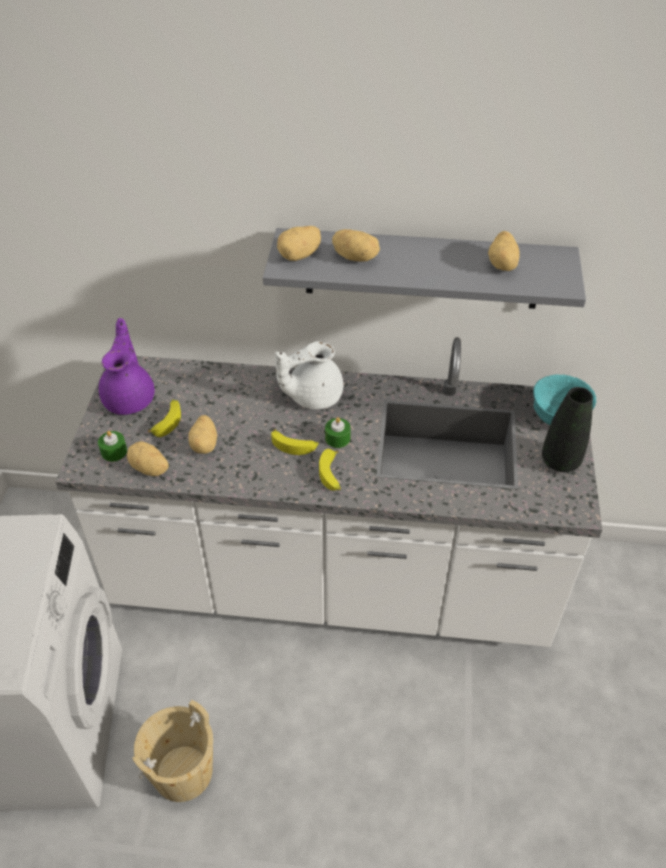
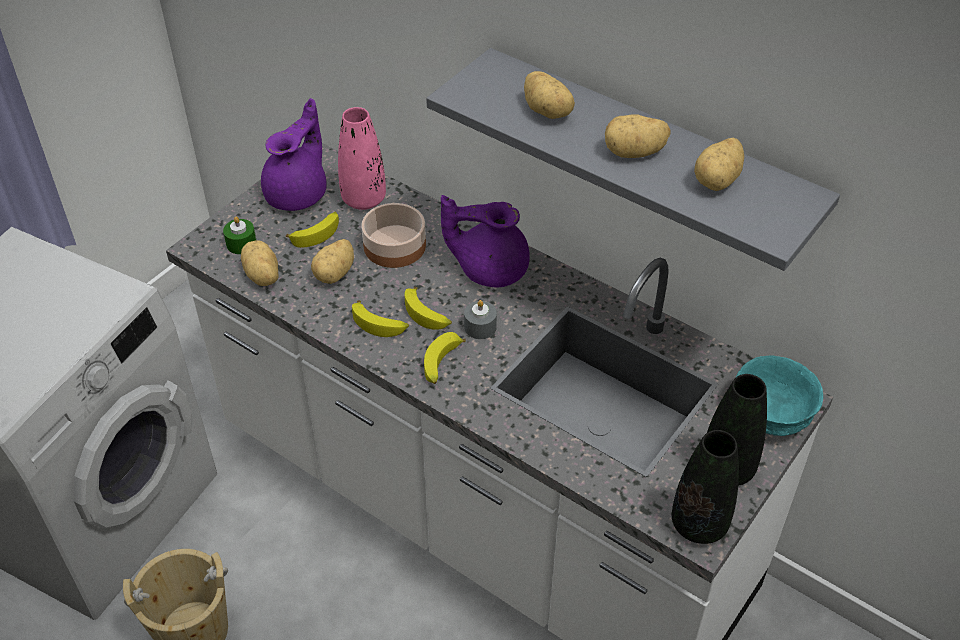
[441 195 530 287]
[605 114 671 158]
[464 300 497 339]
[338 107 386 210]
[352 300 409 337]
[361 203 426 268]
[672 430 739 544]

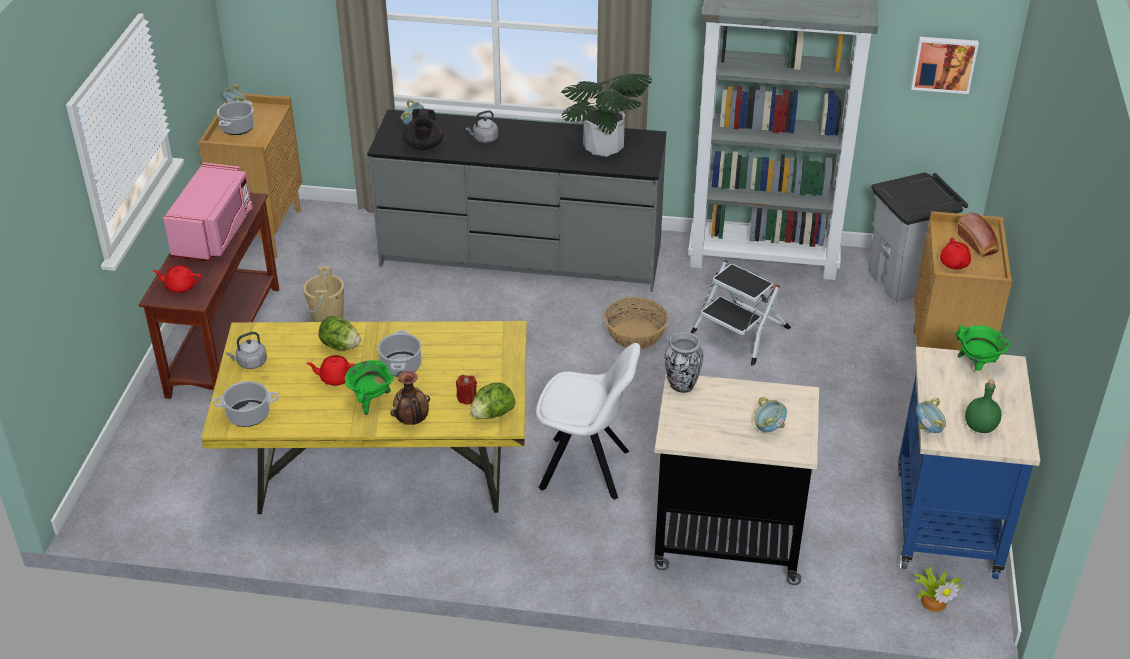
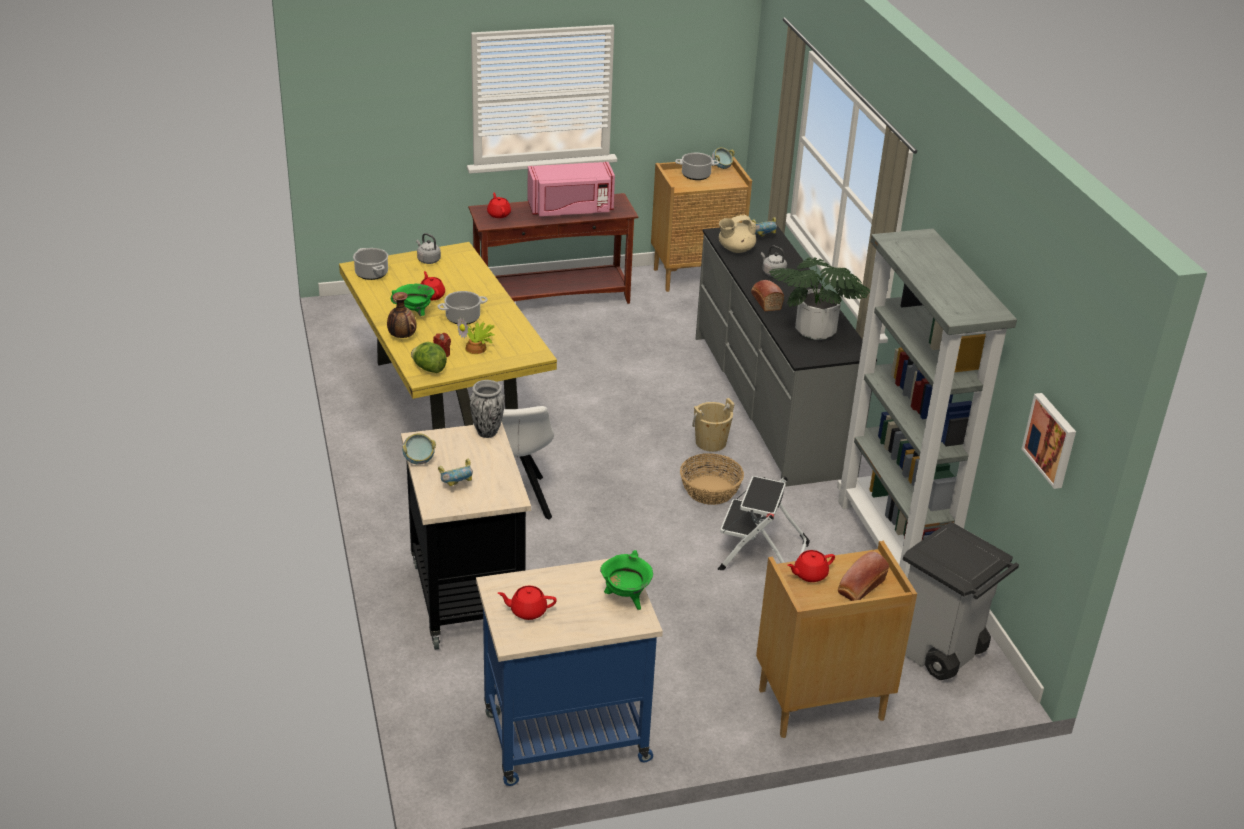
[692 398 735 452]
[319 316 361 350] (first image)
[719 215 756 253]
[457 317 495 354]
[402 433 436 465]
[498 586 557 620]
[751 280 784 311]

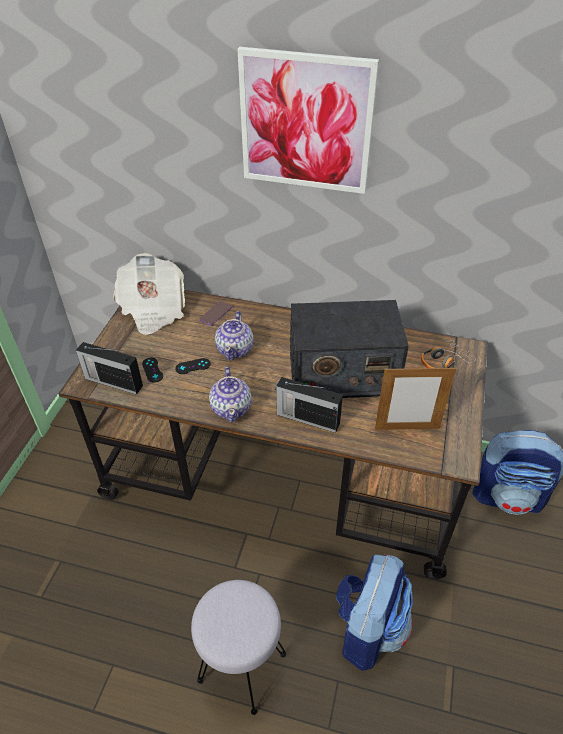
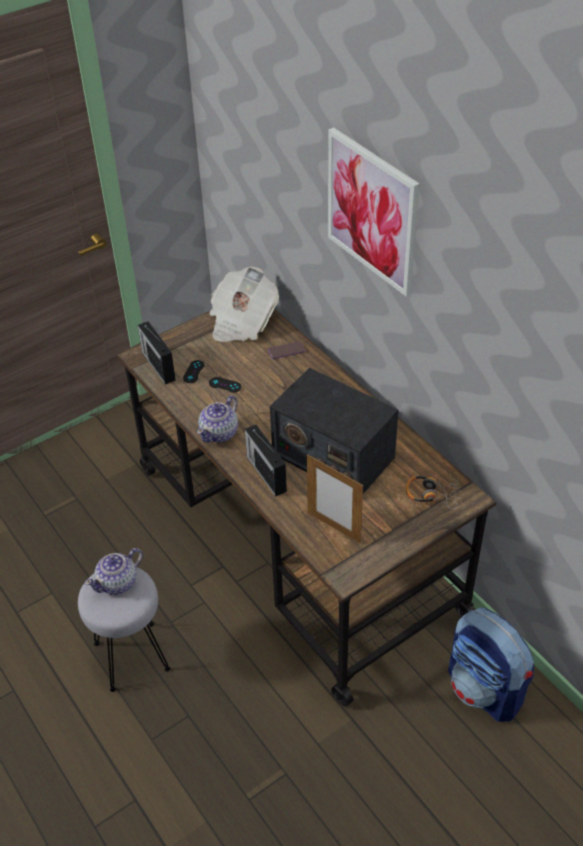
[84 548 143 595]
[336 554 413 671] (first image)

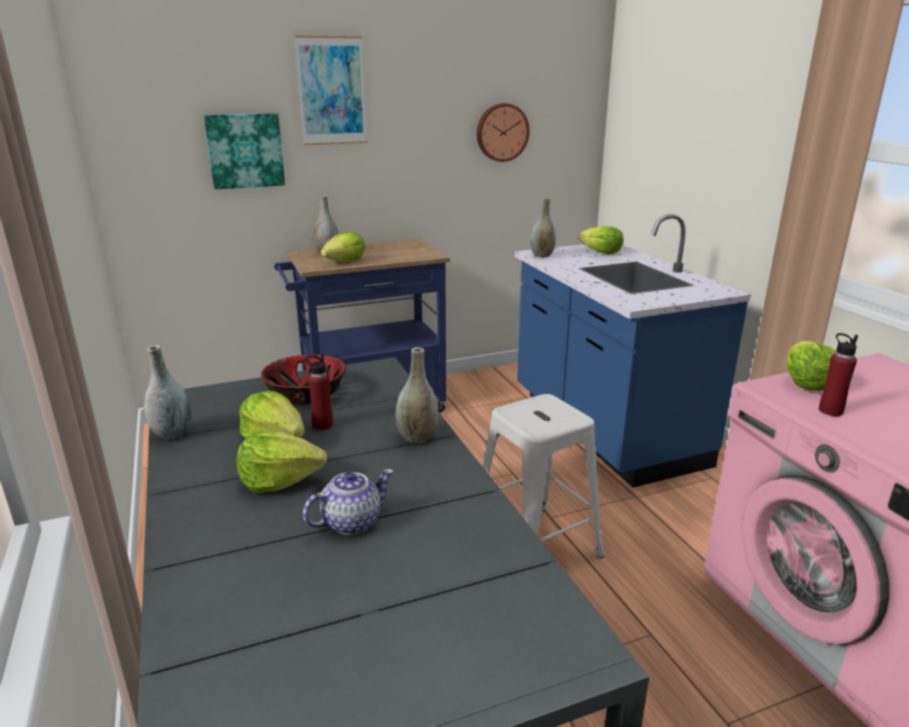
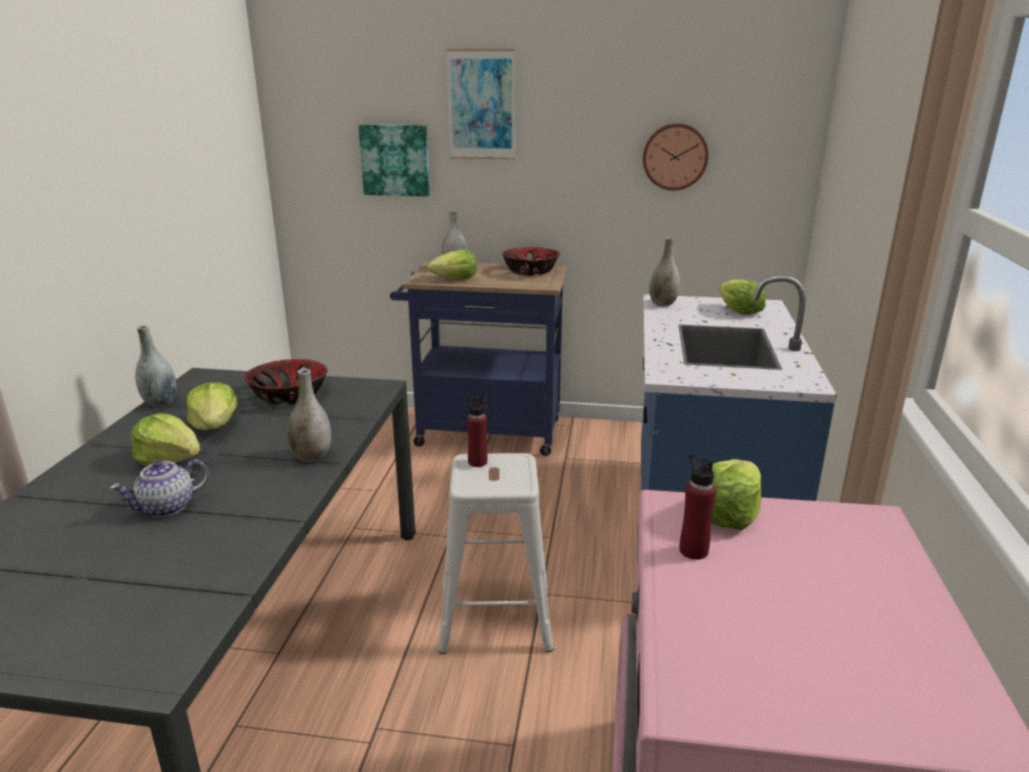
[110 459 209 517]
[466 397 487 467]
[502 247 560 276]

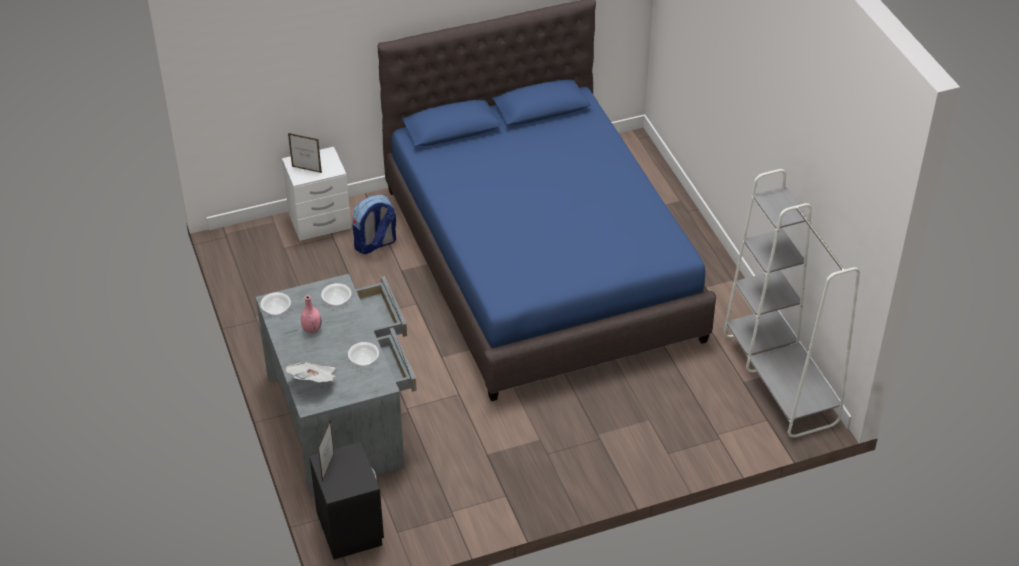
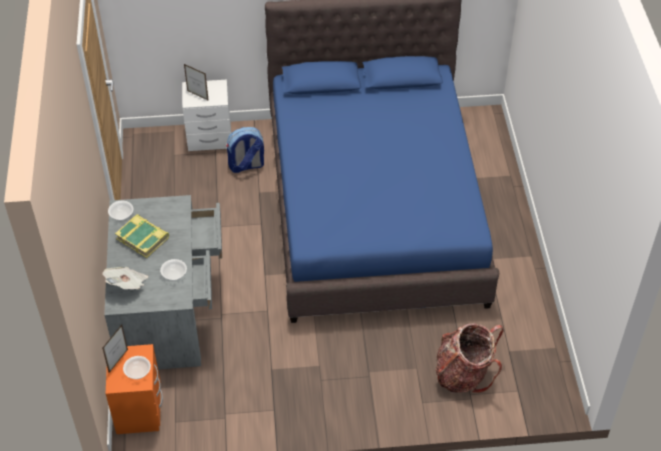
[115 214 169 258]
[106 344 163 434]
[123 356 151 379]
[724 169 860 438] (first image)
[436 323 504 393]

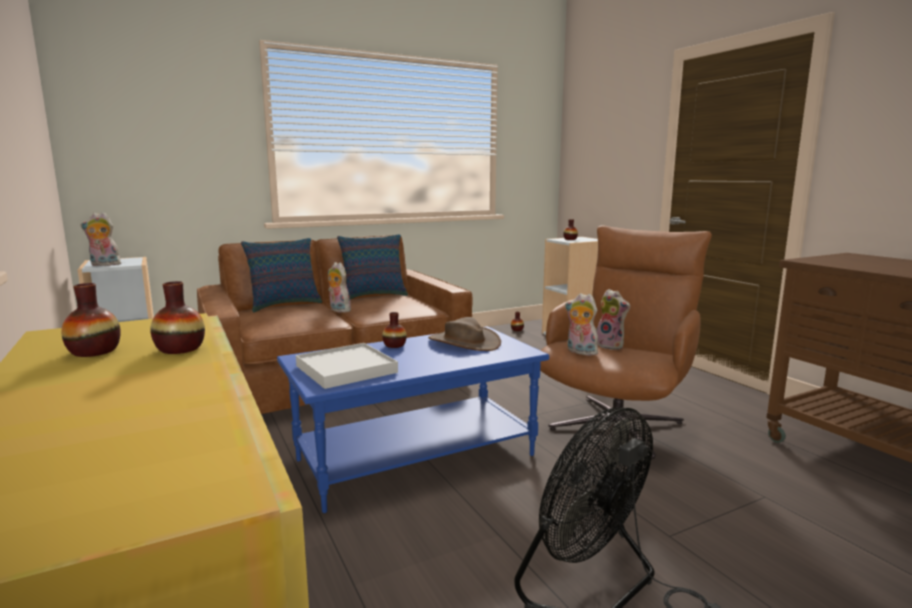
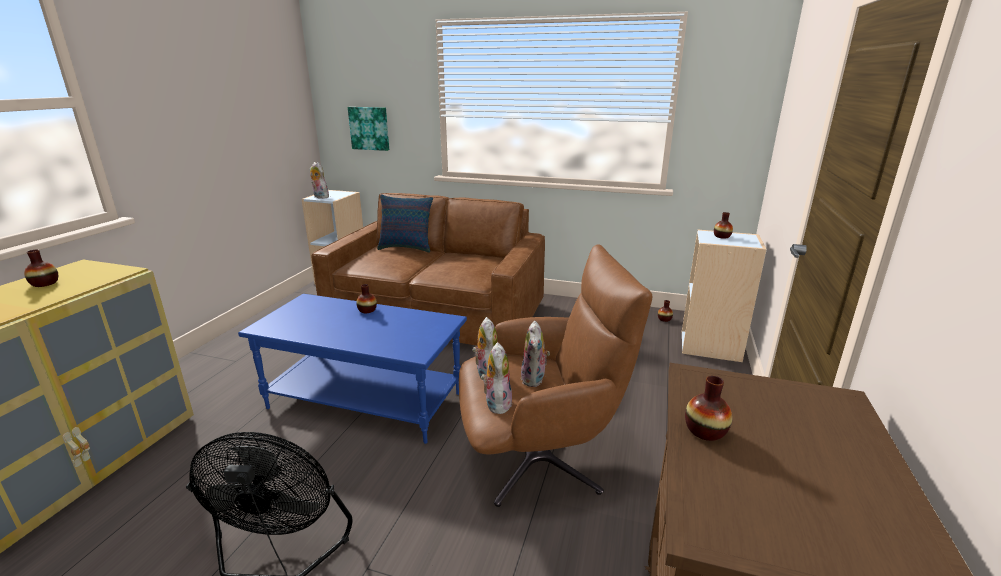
[685 376 732 441]
[296 343 398 389] (first image)
[481 342 512 414]
[337 235 408 299] (first image)
[428 317 501 351] (first image)
[348 107 389 151]

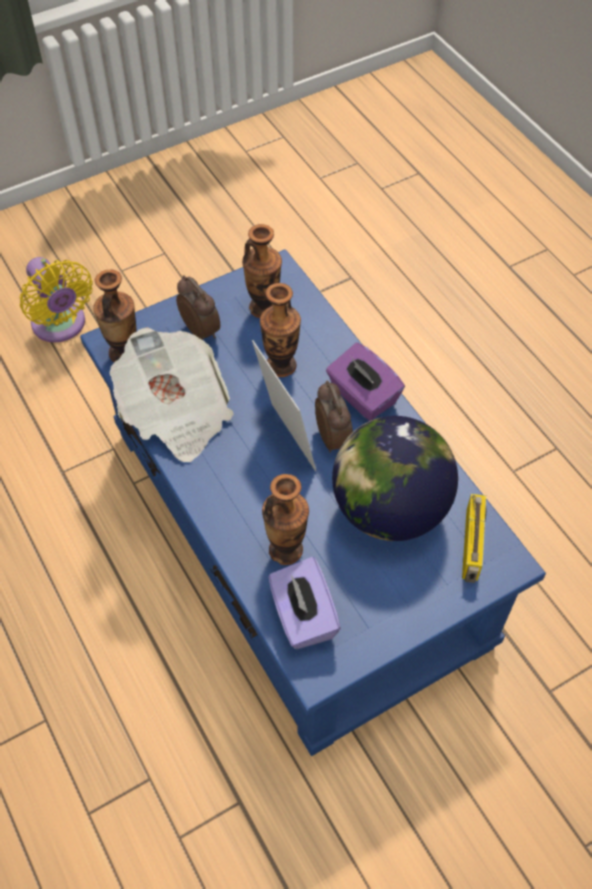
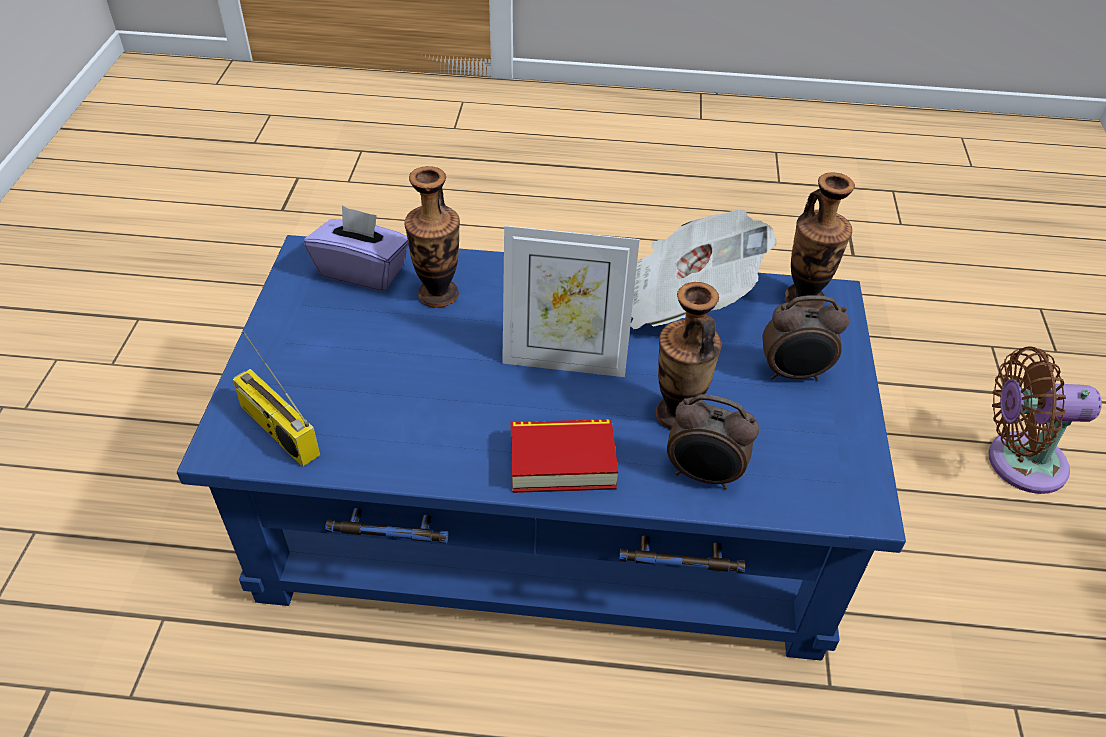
[989 346 1102 494]
[242 224 282 318] (first image)
[667 394 759 489]
[510 419 618 493]
[332 416 458 541] (first image)

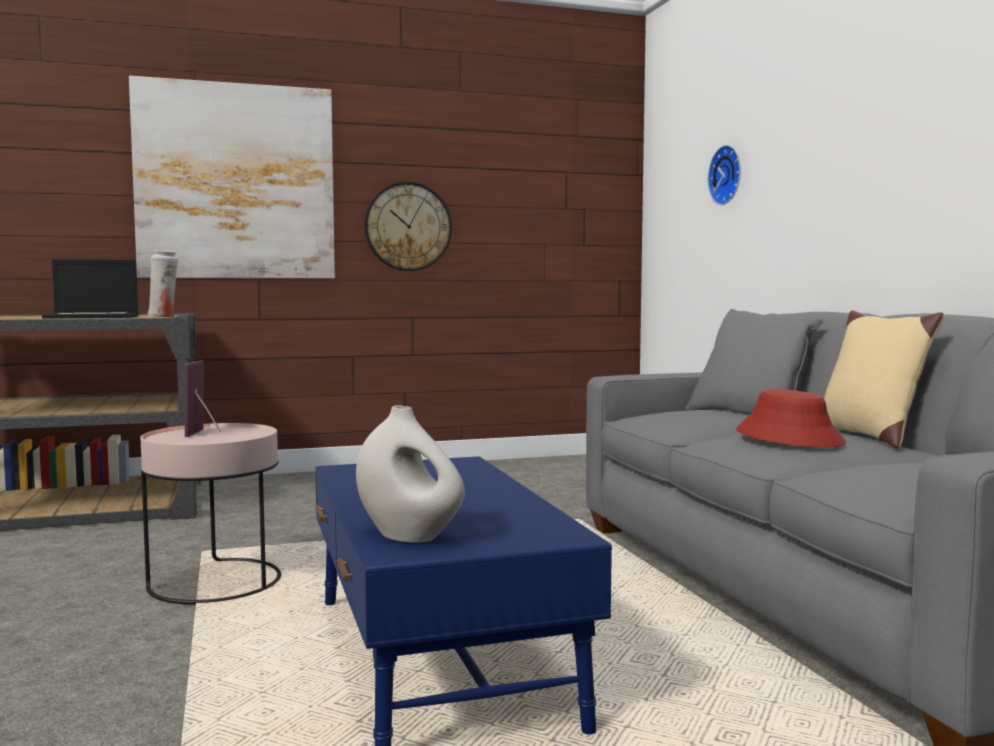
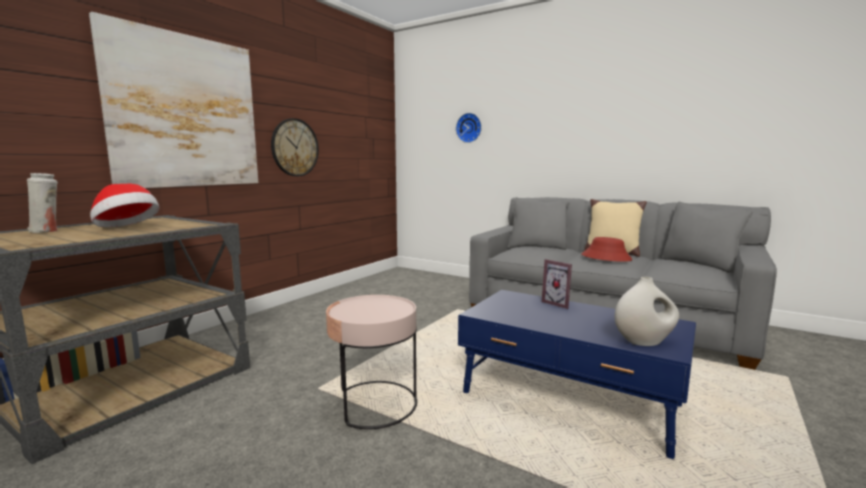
[90 183 160 227]
[27 173 58 233]
[542 259 572 309]

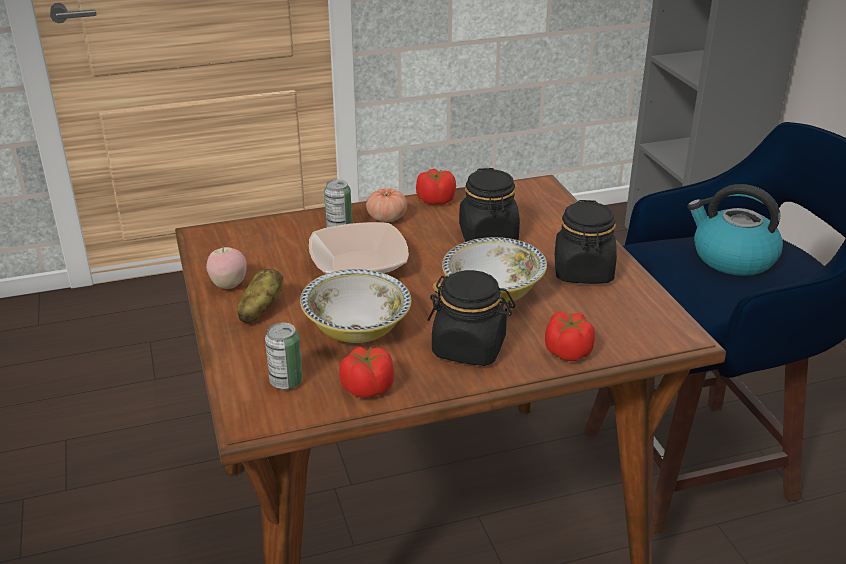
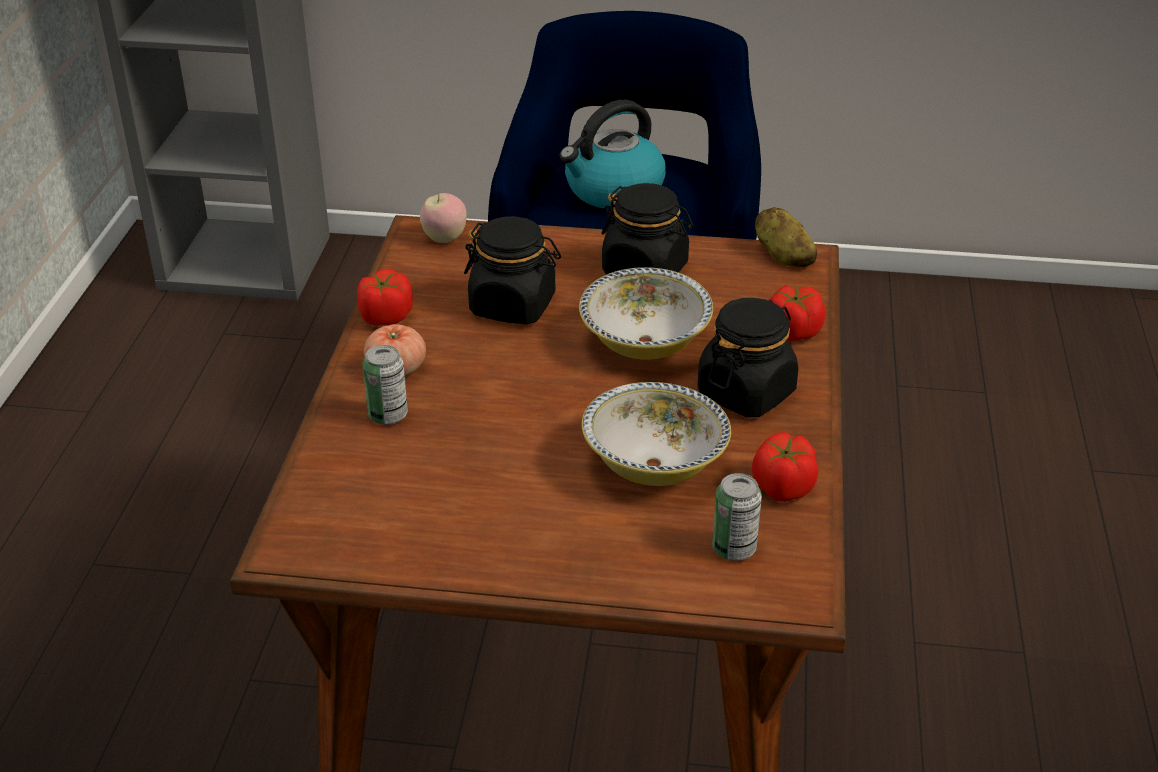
[420 193 467 243]
[755 207 817 267]
[309 222 409 274] (first image)

